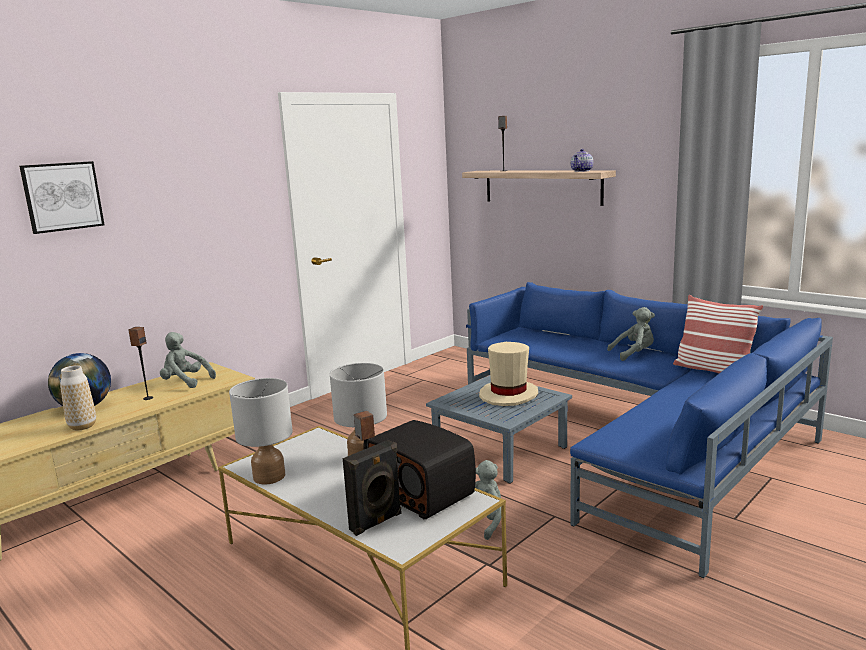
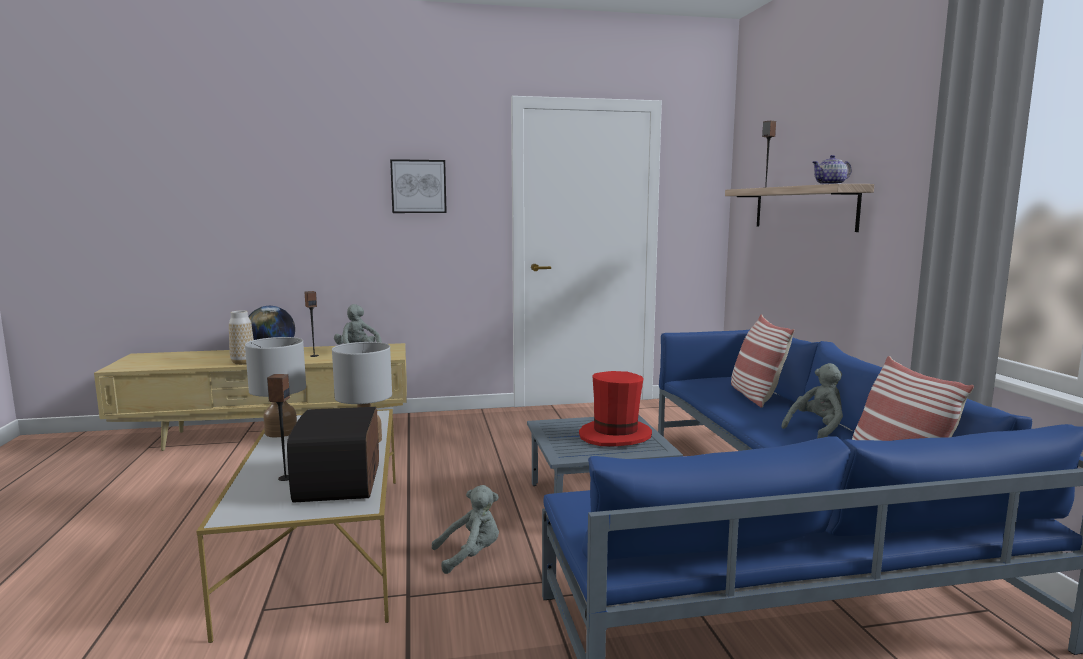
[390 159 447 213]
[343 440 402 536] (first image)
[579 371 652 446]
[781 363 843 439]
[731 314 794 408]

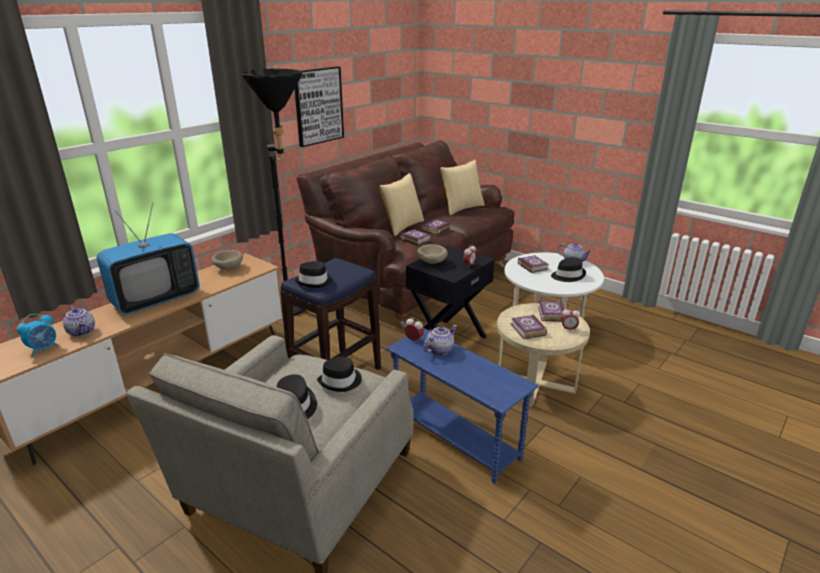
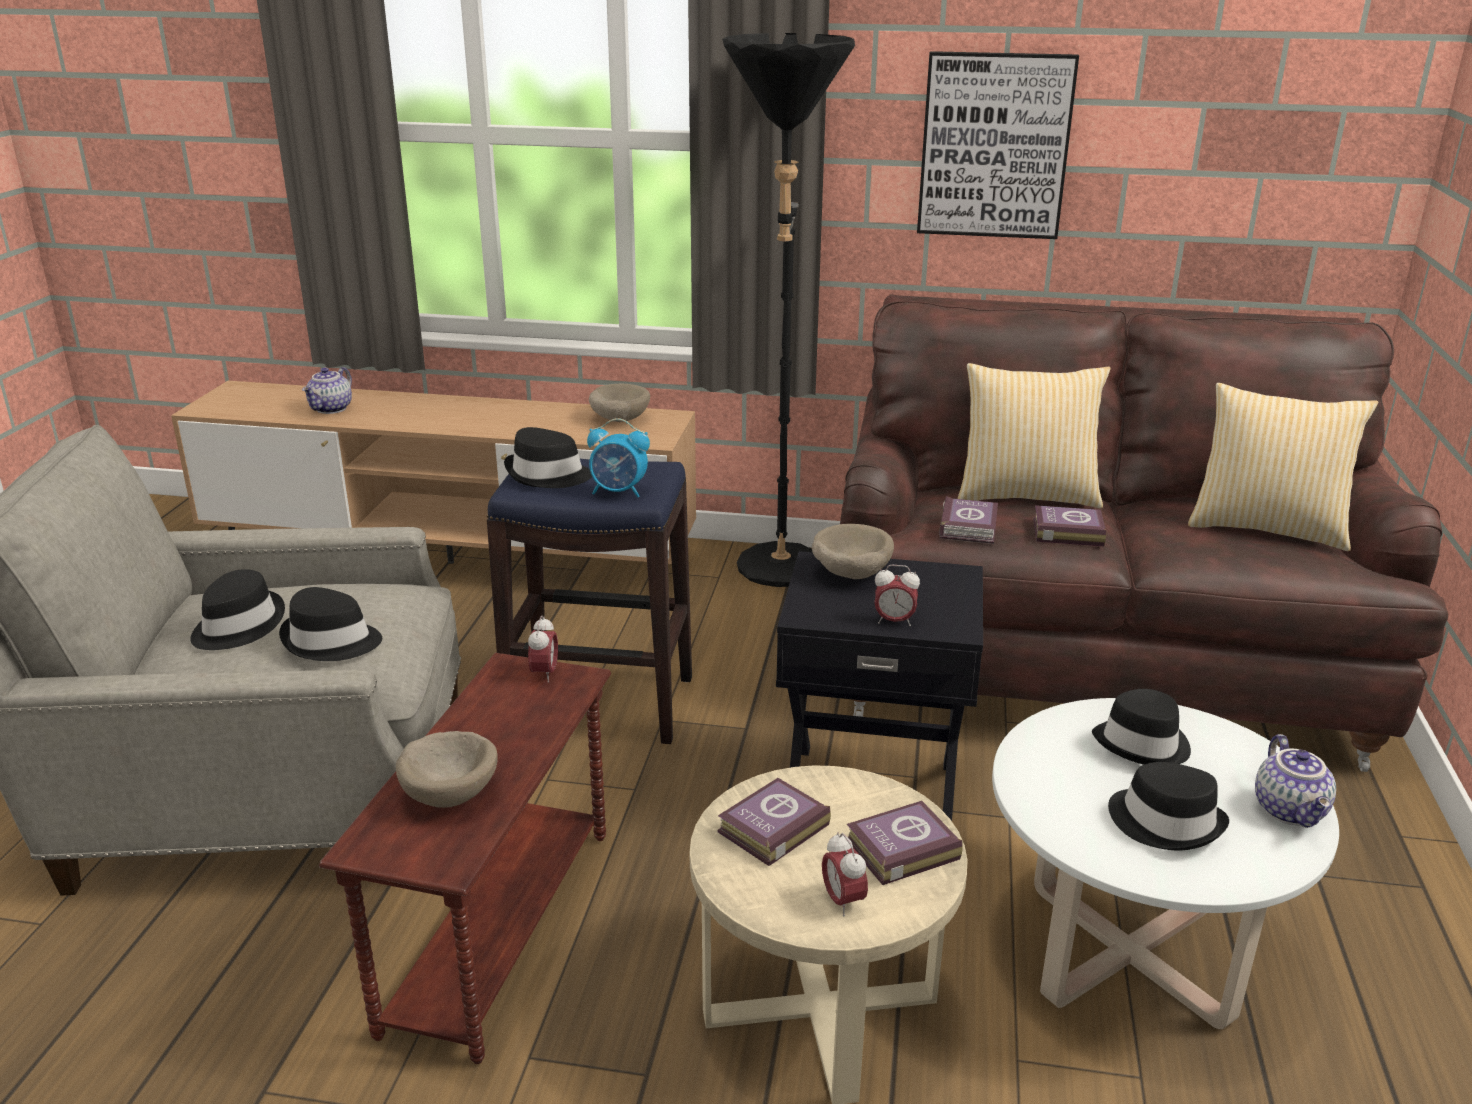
[587 418 650 497]
[97 203 200 315] (first image)
[319 652 611 1064]
[423 325 457 355] (first image)
[1092 689 1191 765]
[396 731 498 808]

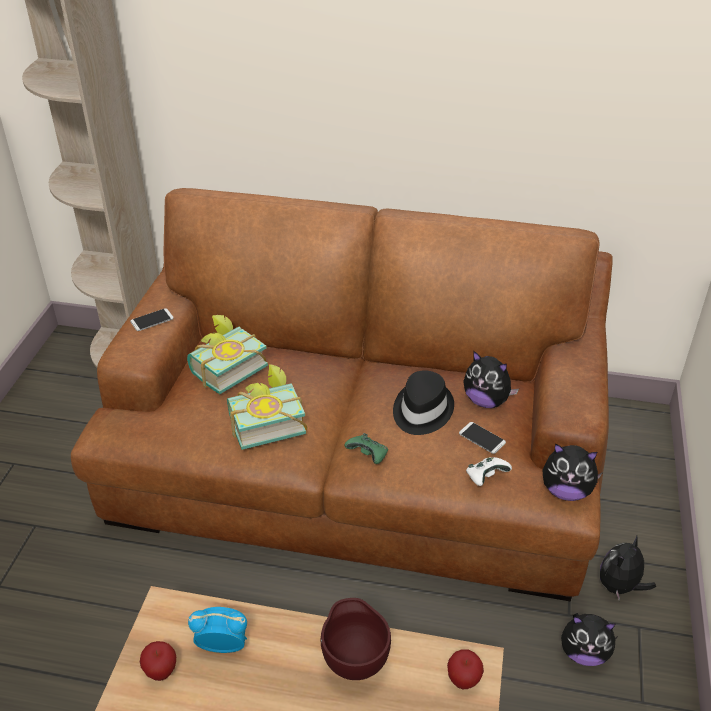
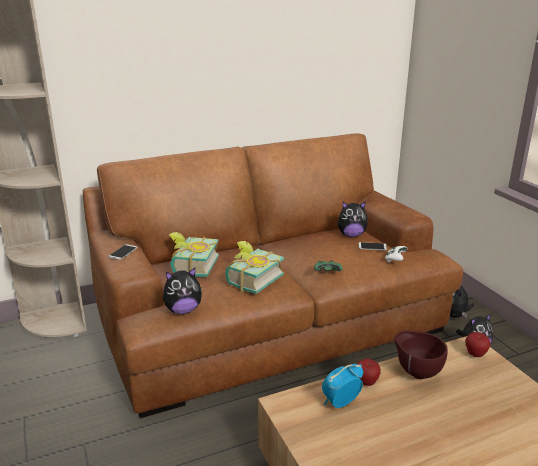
[357 359 381 386]
[393 370 454 435] (first image)
[163 268 202 314]

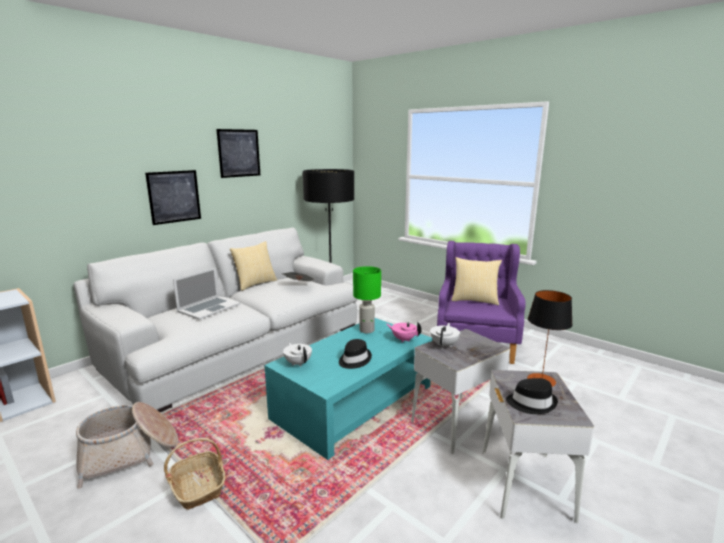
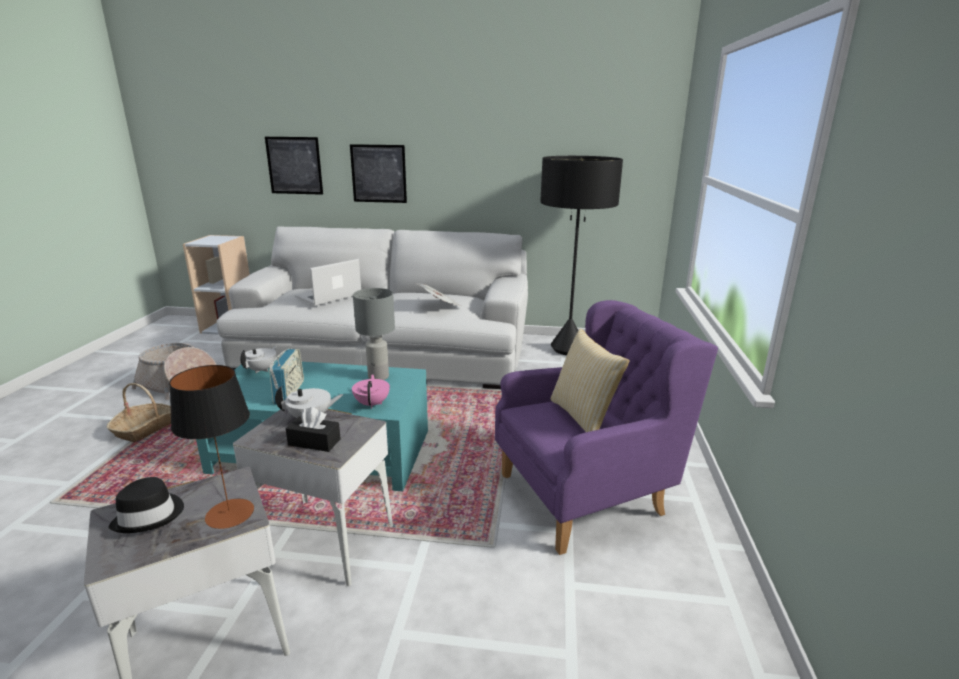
[295 259 361 306]
[265 137 323 195]
[230 241 277 291] (first image)
[269 348 304 404]
[353 288 395 380]
[286 407 341 452]

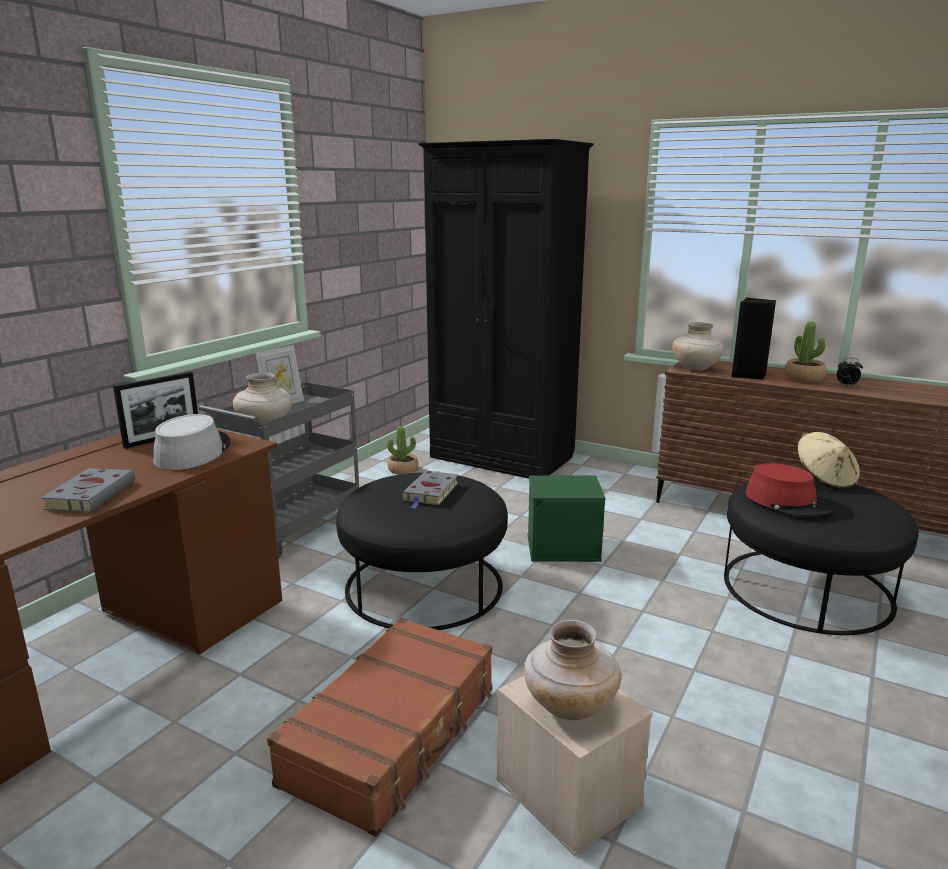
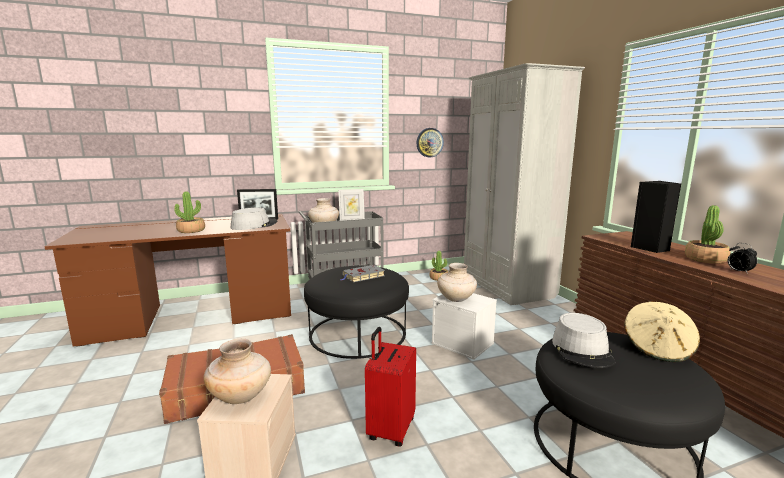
[174 191 205 233]
[464 63 585 305]
[431 293 497 360]
[437 263 477 302]
[552 313 615 368]
[365 327 416 447]
[417 128 444 157]

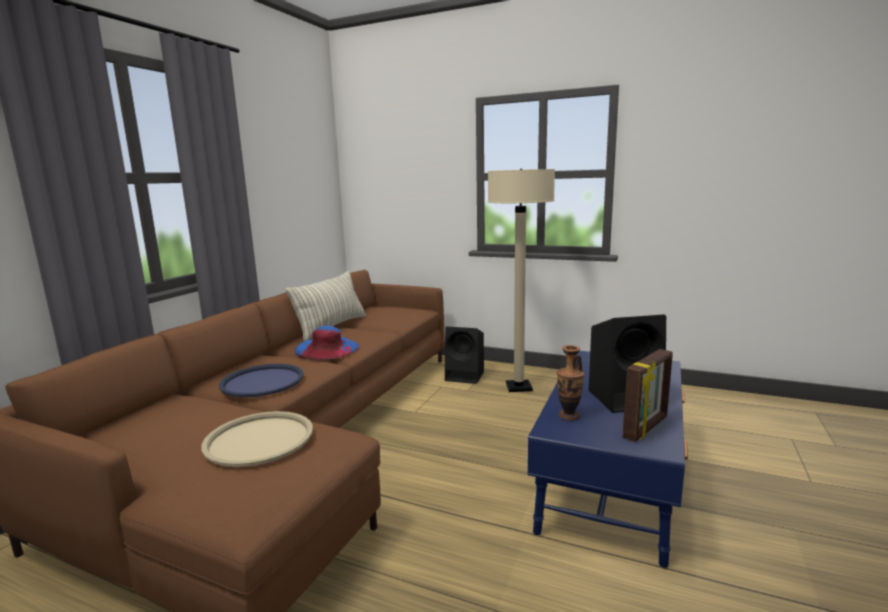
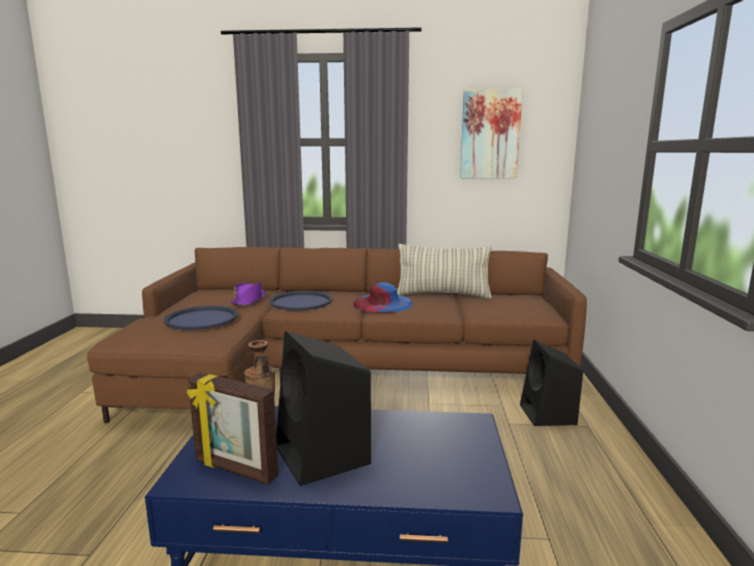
[164 306 238 330]
[488 169 555 392] (first image)
[229 282 267 306]
[460 89 523 179]

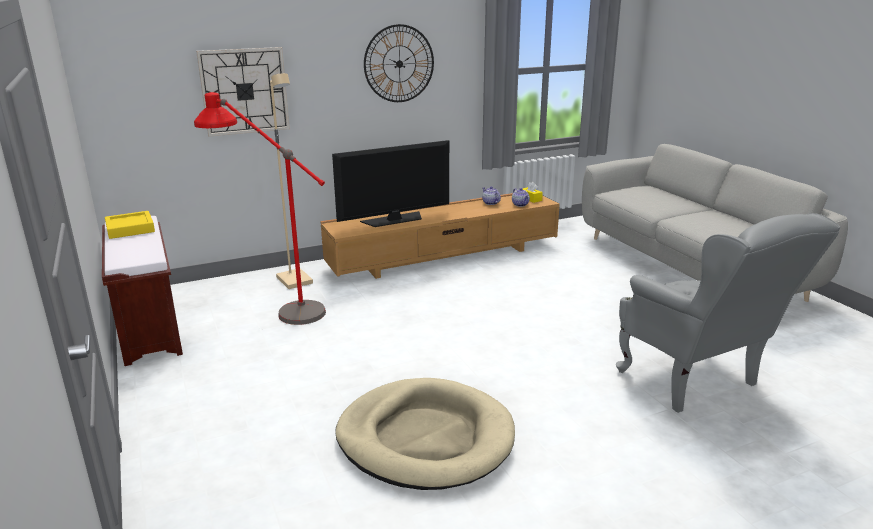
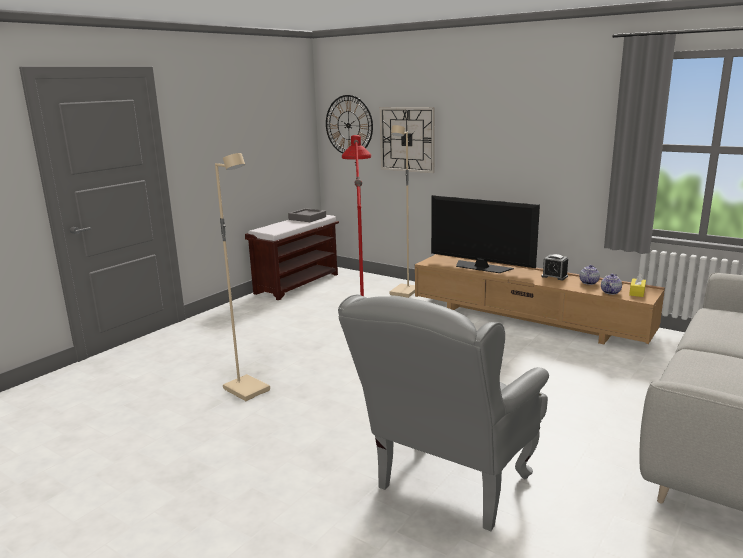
[288 208 326 222]
[215 153 270 401]
[326 95 373 154]
[541 254 568 280]

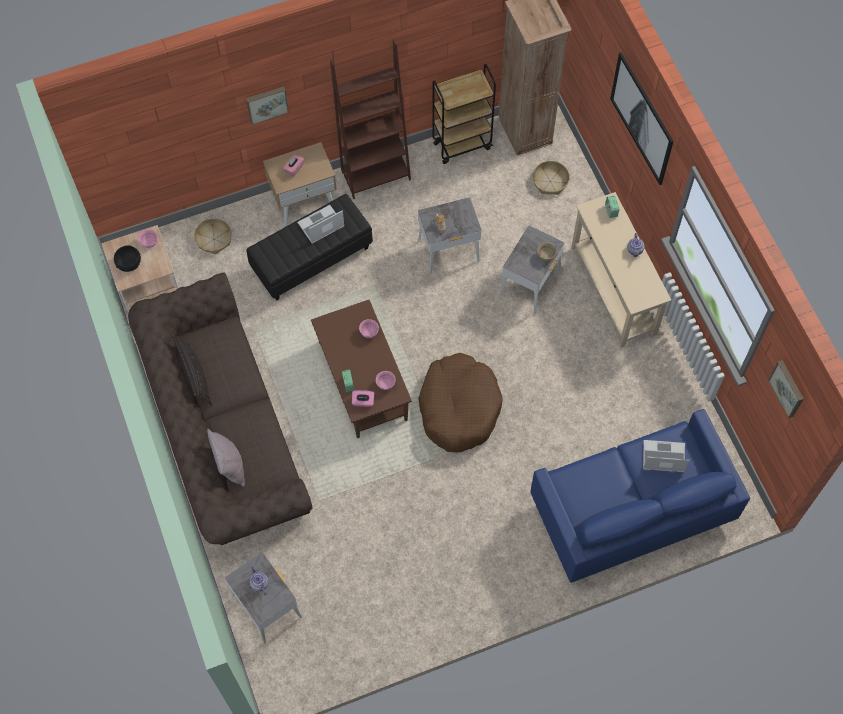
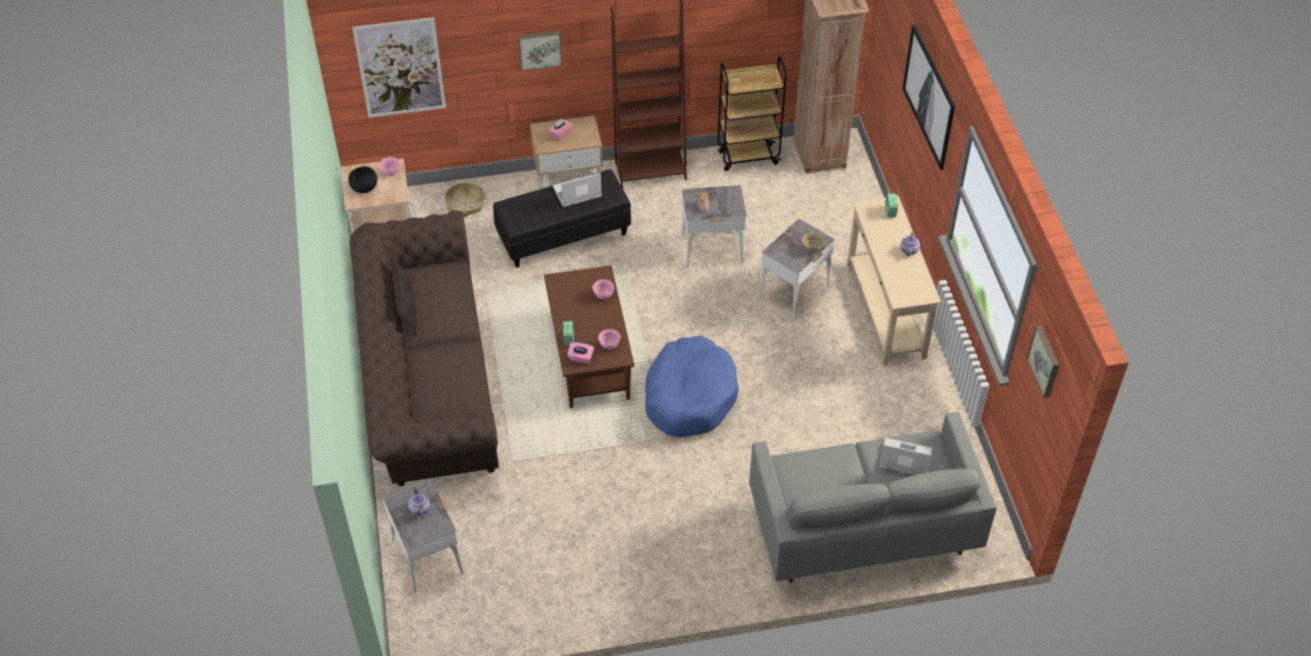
[207 429 245 487] (first image)
[645 335 739 437]
[749 412 997 583]
[533 161 570 195] (first image)
[352 17 446 117]

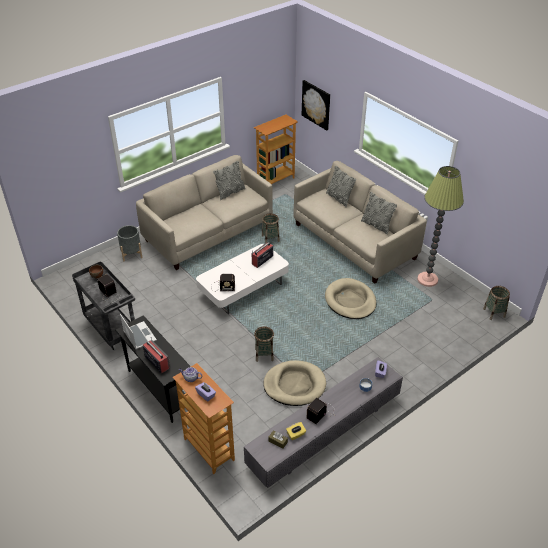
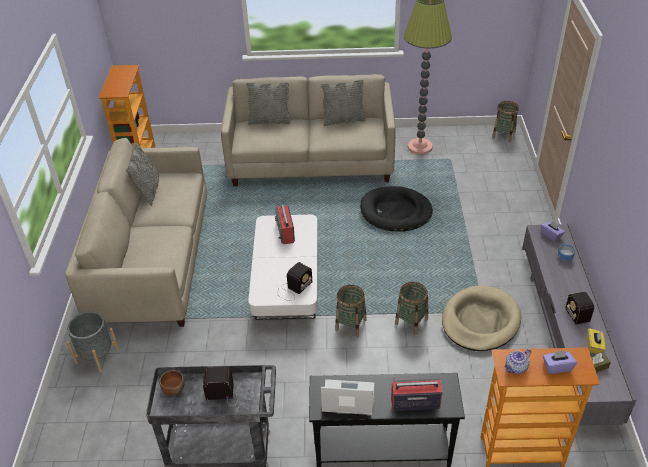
[335 285 367 337]
[302 80 330 131] (first image)
[360 186 433 231]

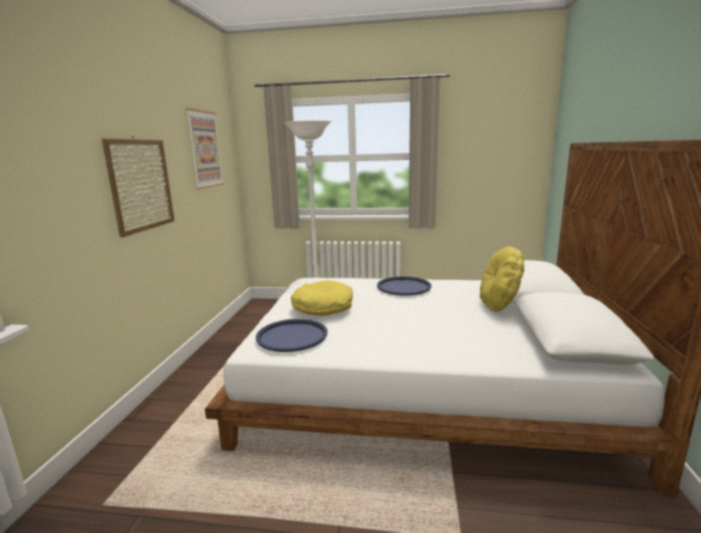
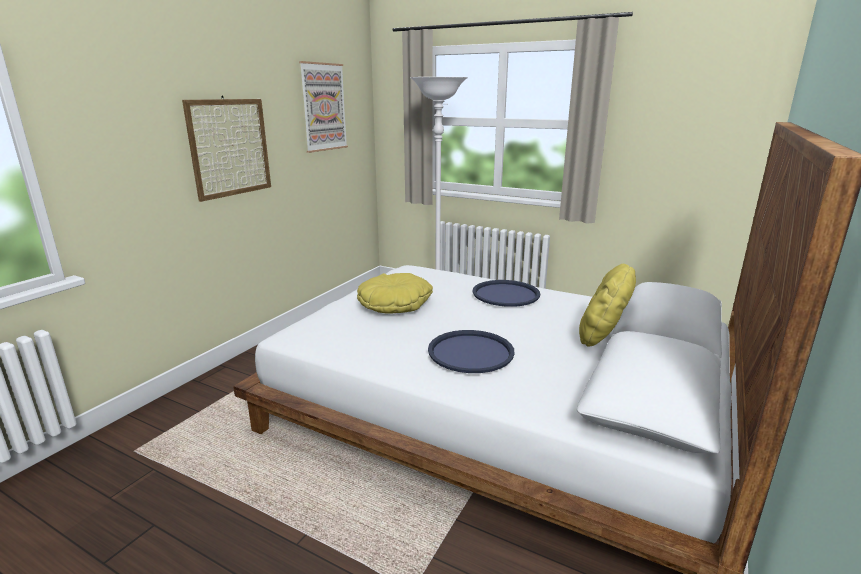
[428 330 515 373]

